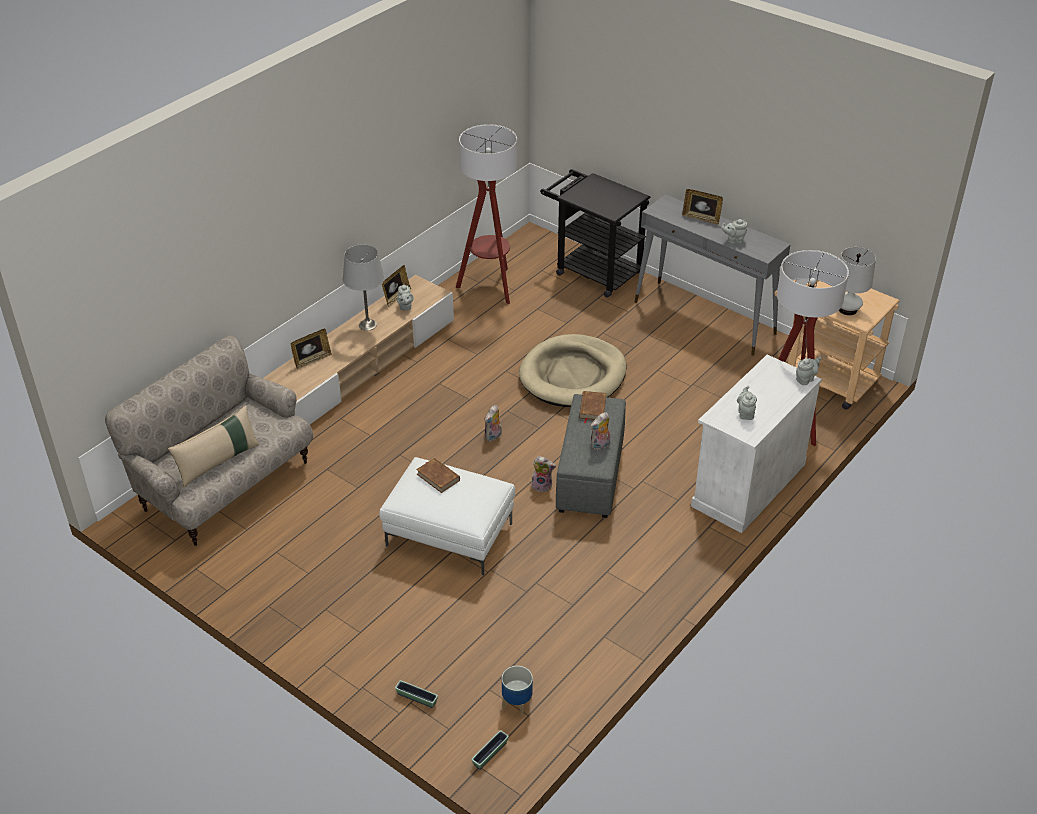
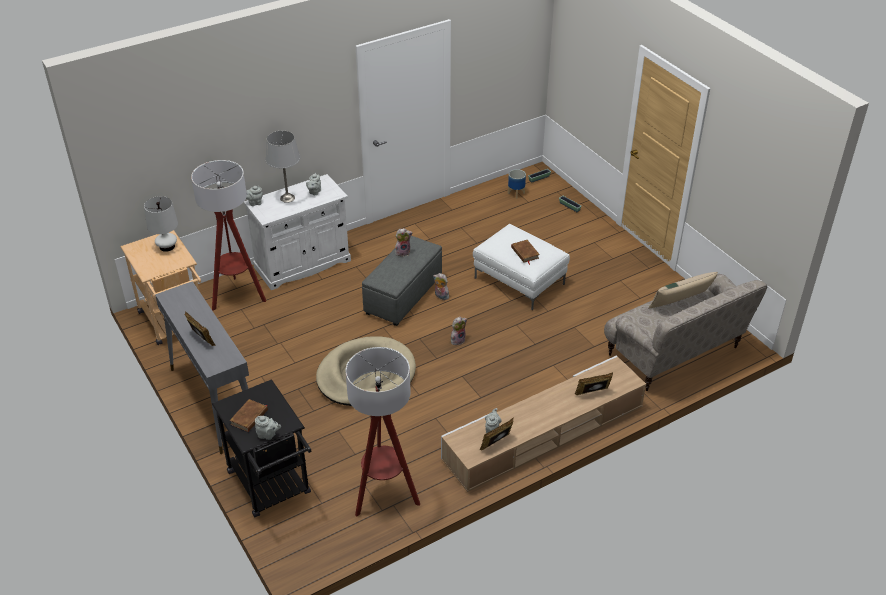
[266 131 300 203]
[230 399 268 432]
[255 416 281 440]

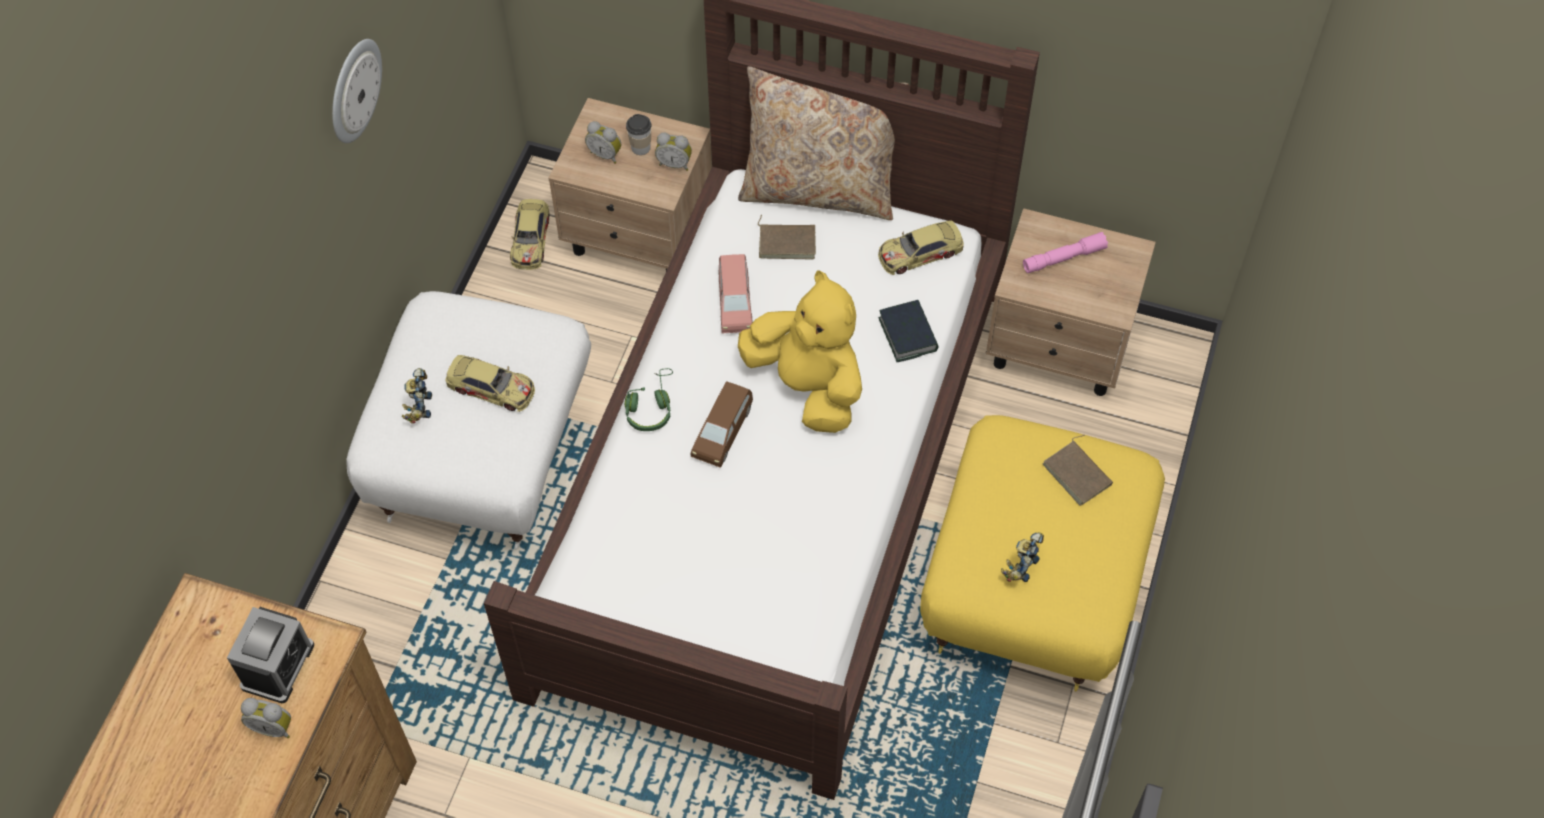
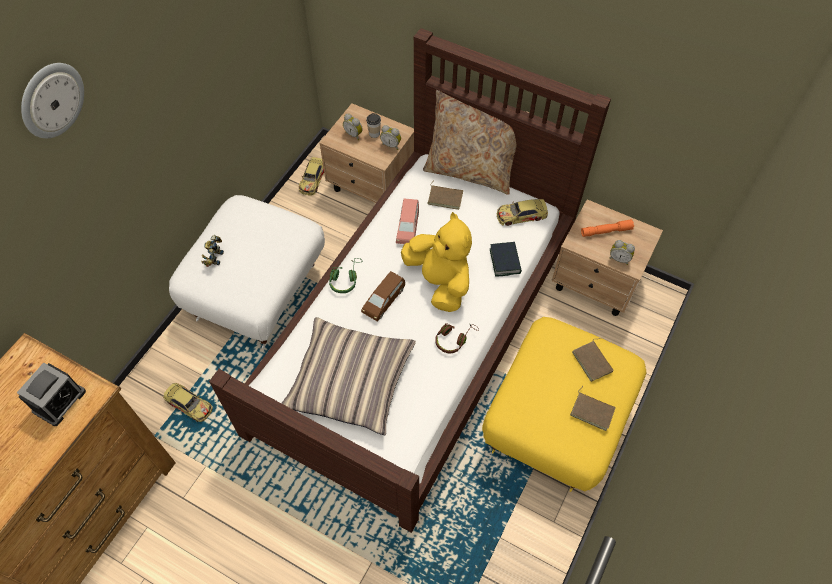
[1001 532 1044 582] (first image)
[282 317 416 435]
[435 323 479 353]
[570 386 616 431]
[610 240 635 265]
[21 63 84 138]
[163 383 213 422]
[581 219 634 237]

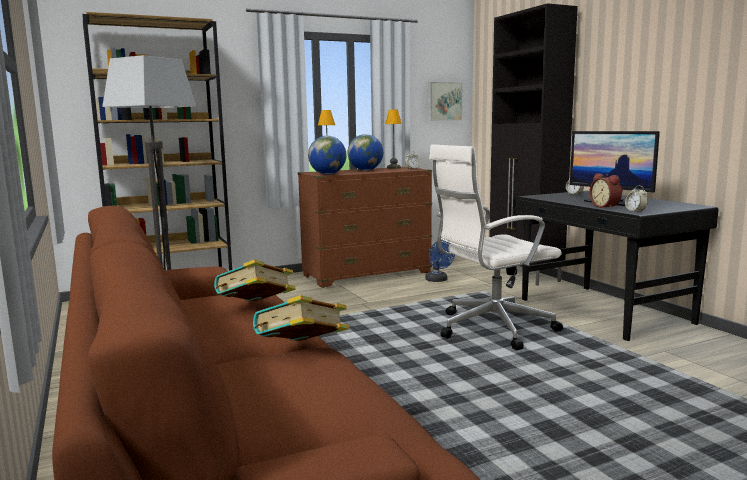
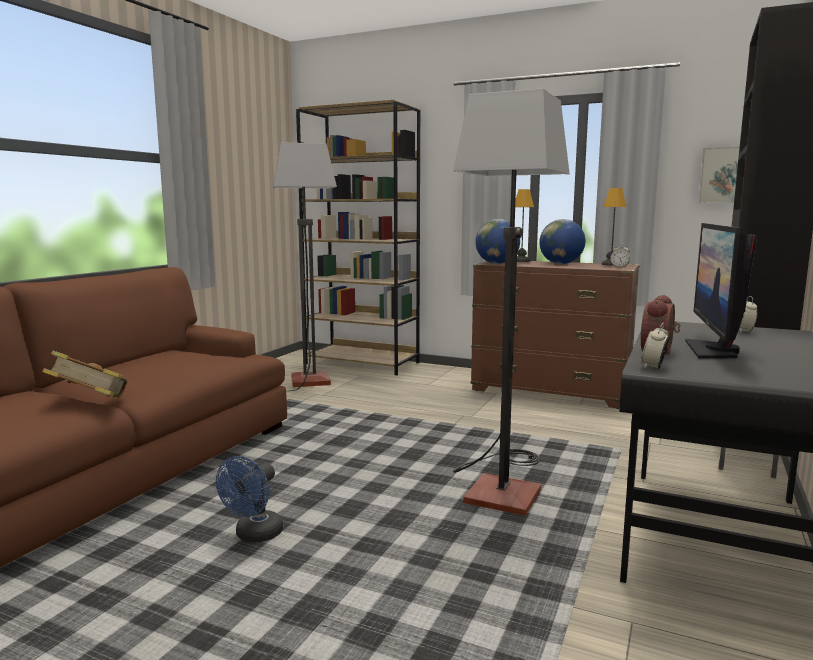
[214 259 296 302] (first image)
[216 456 283 543]
[453 88 570 516]

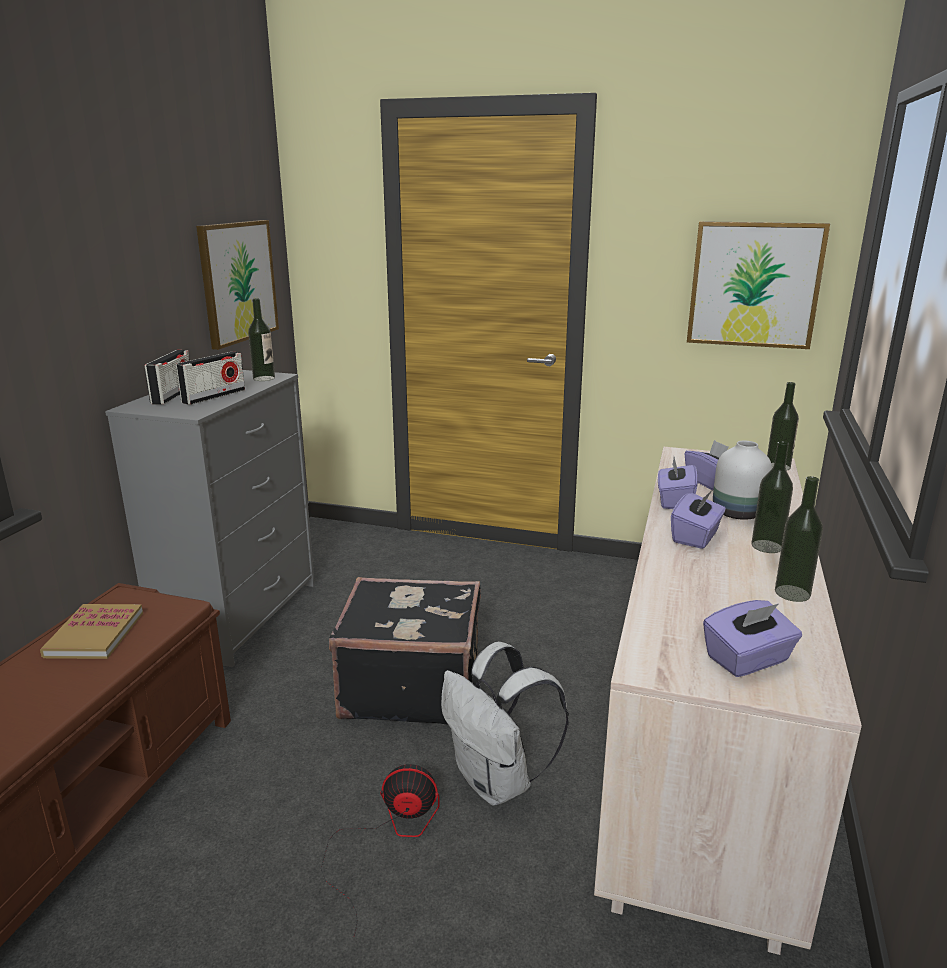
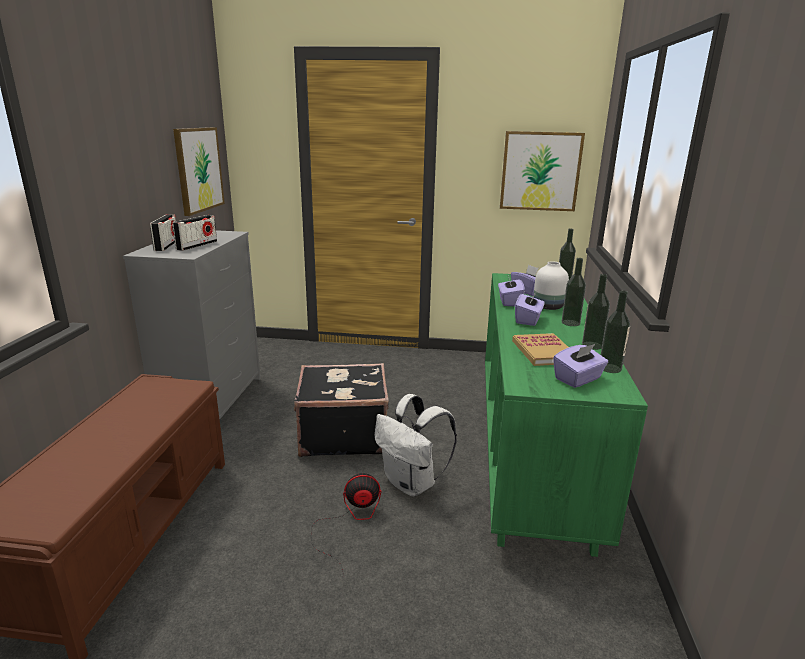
[512 333 568 366]
[601 290 630 373]
[485 273 648 557]

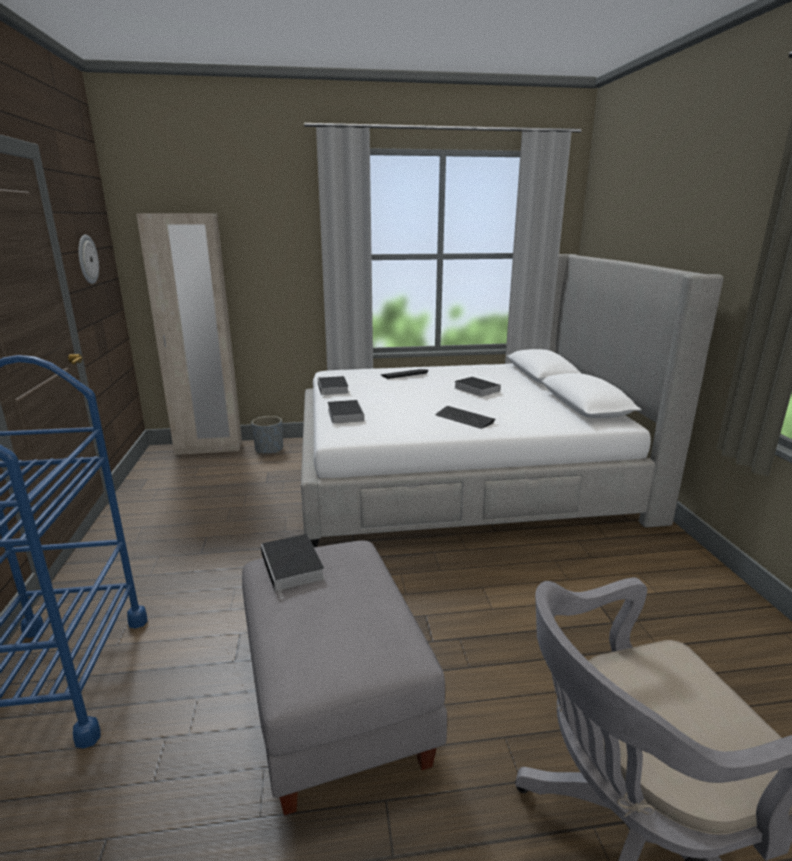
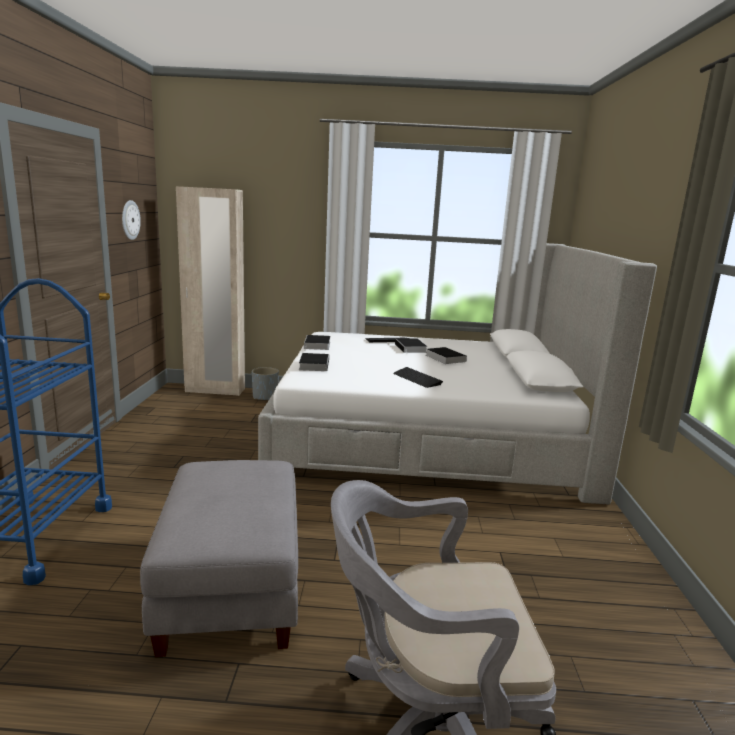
[395 339 427 354]

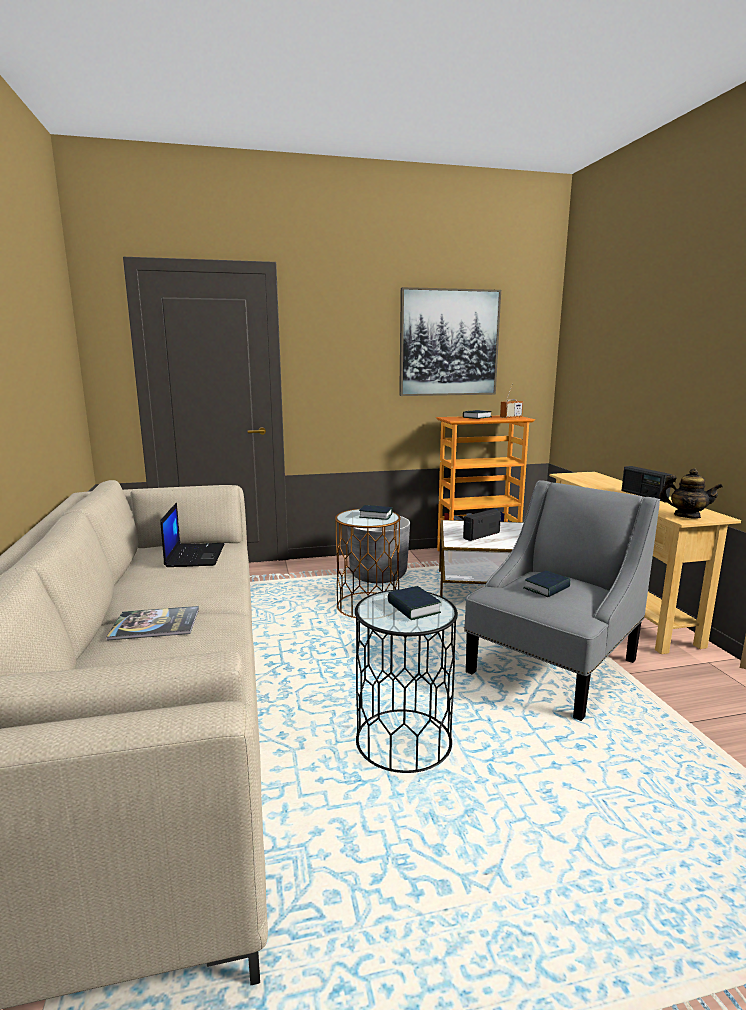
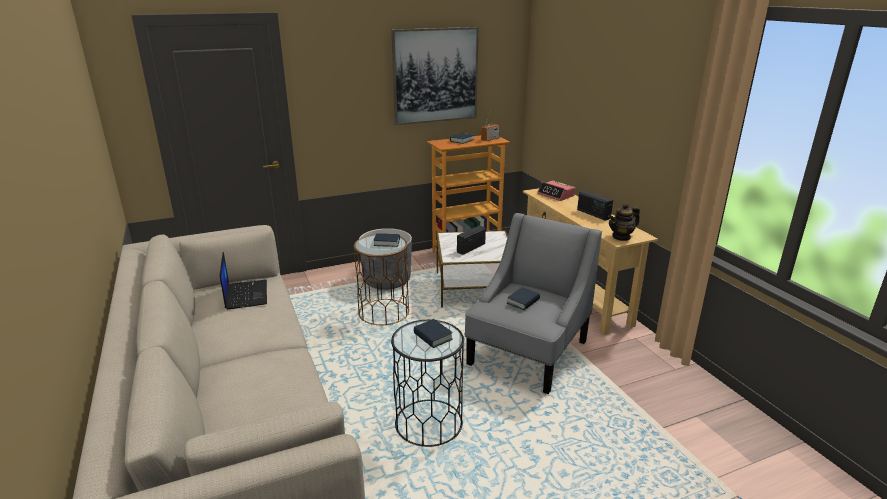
[106 606 199 641] (first image)
[537 181 575 201]
[608 203 640 241]

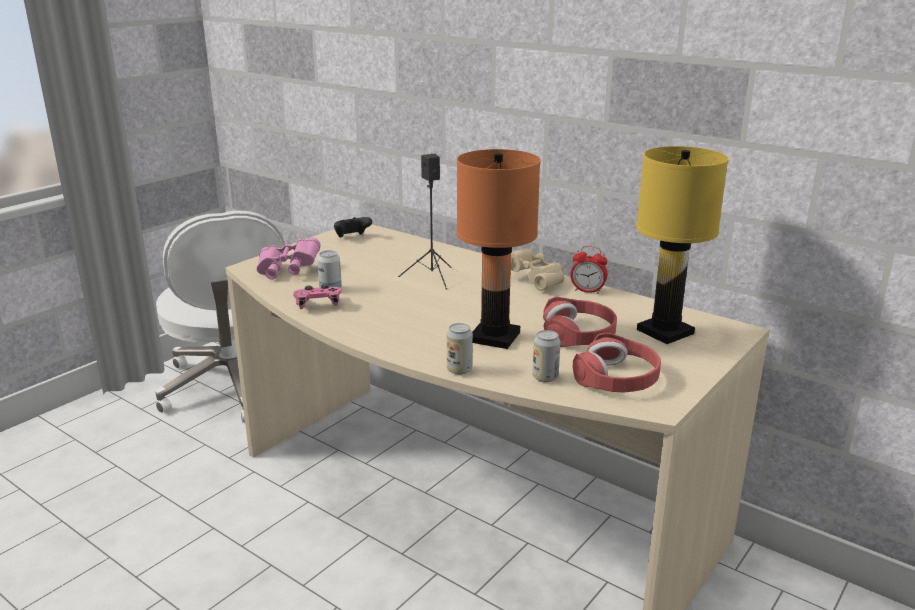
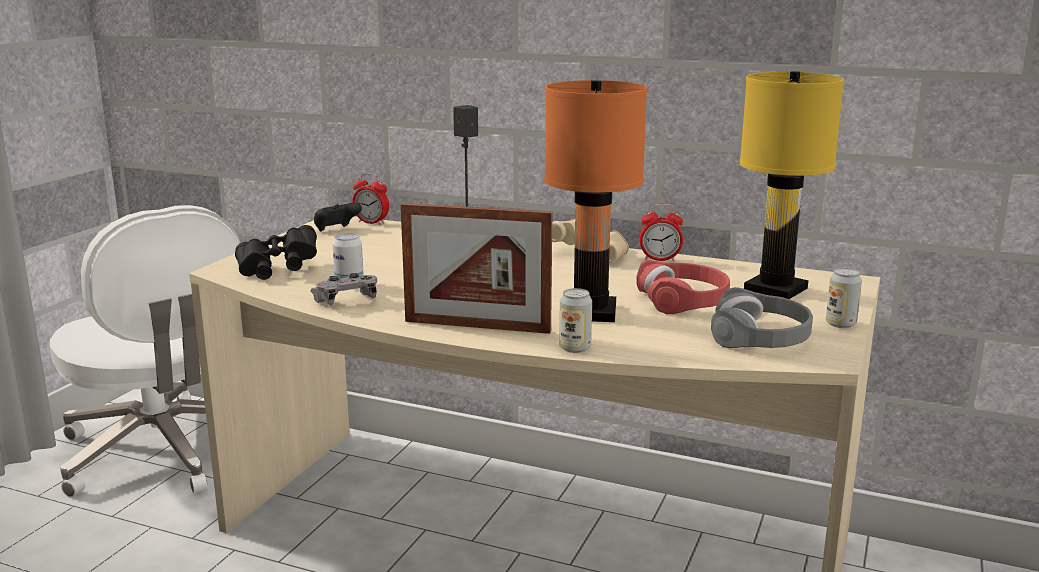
[352 173 389 225]
[401 203 552 334]
[826 268 862 328]
[235 225 317 280]
[310 273 377 305]
[711 287 813 348]

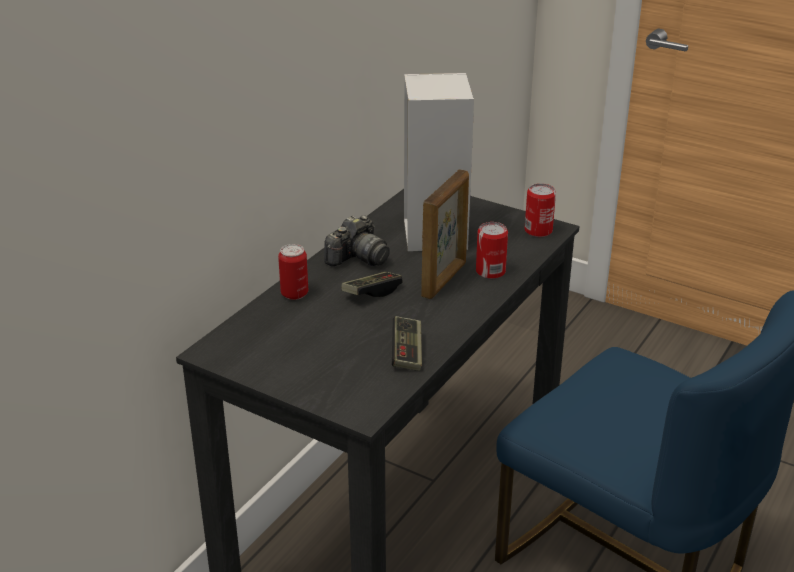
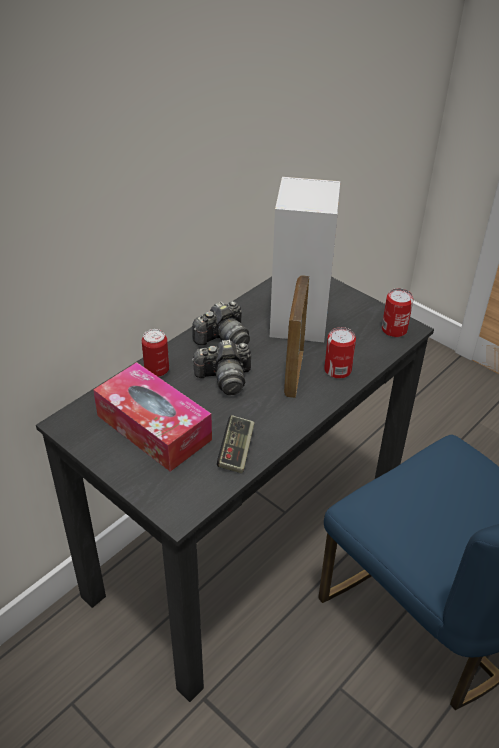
[93 362 212 472]
[192 340 251 395]
[284 275 309 398]

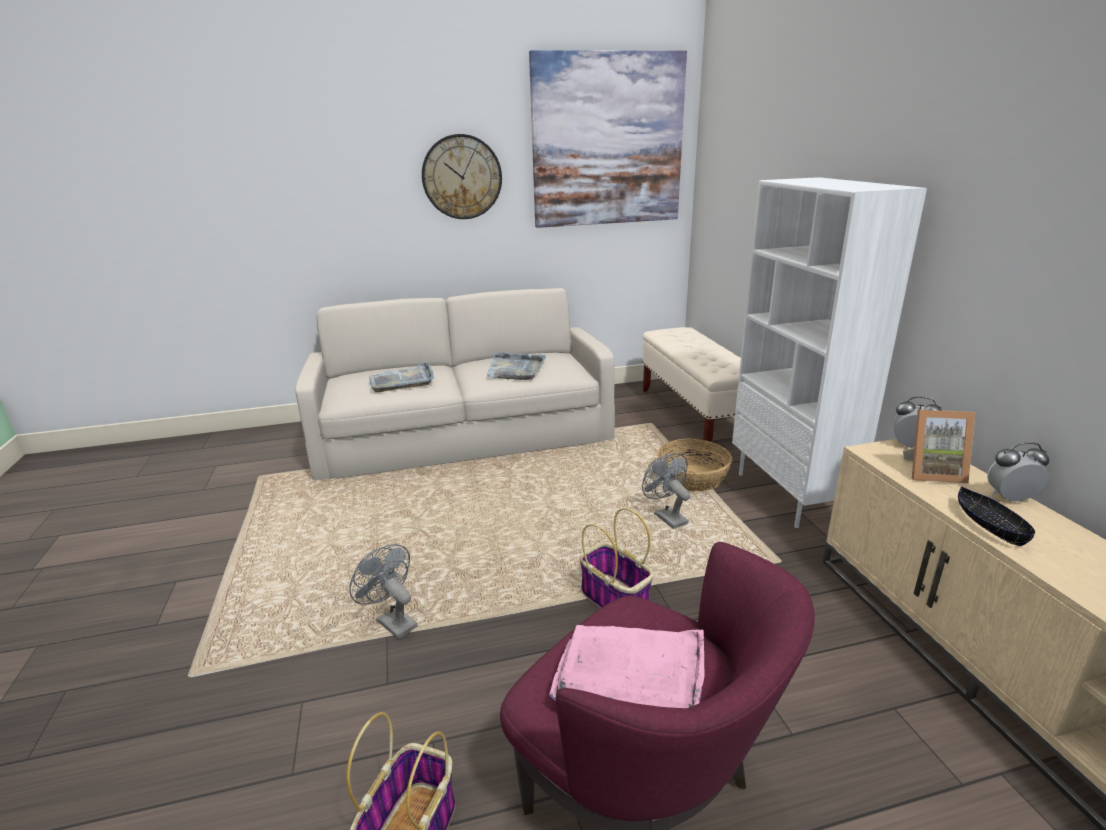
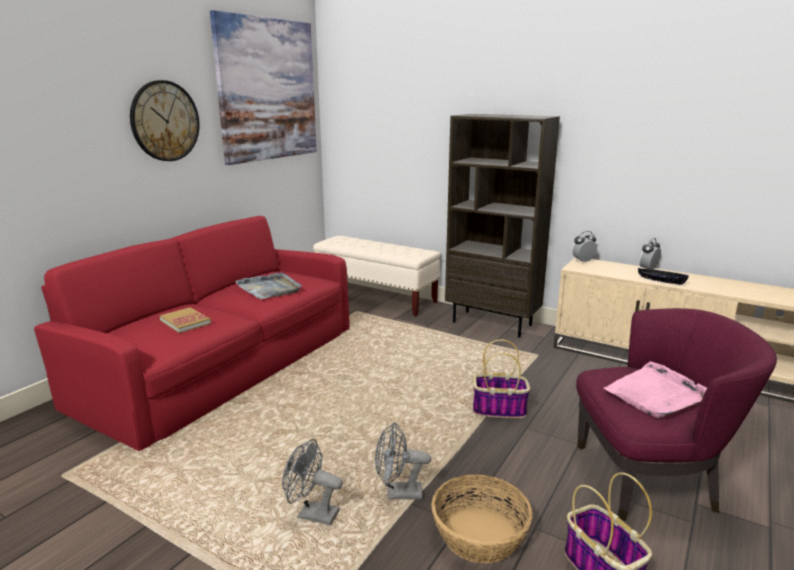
[903 409 975 483] (first image)
[282 439 343 525]
[431 474 533 563]
[160 307 211 333]
[34 216 350 451]
[445 114 560 337]

